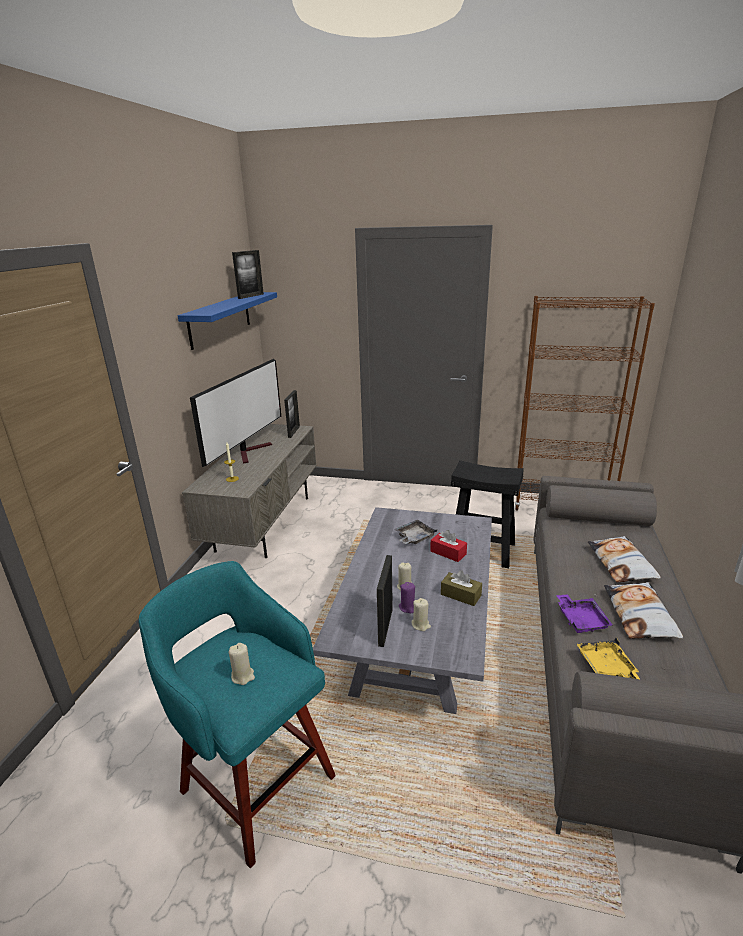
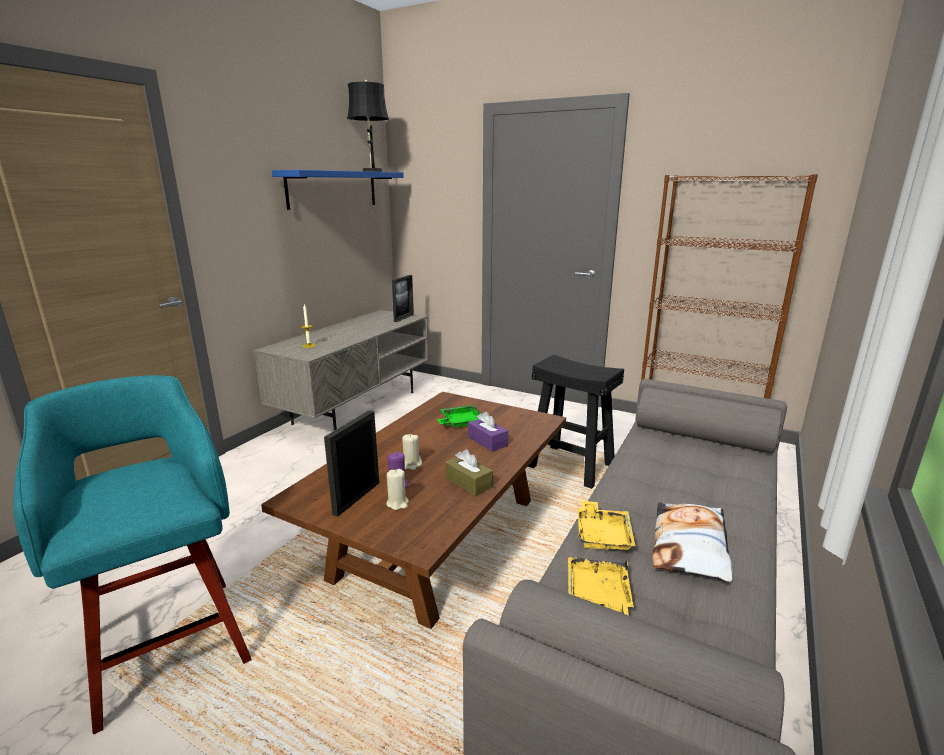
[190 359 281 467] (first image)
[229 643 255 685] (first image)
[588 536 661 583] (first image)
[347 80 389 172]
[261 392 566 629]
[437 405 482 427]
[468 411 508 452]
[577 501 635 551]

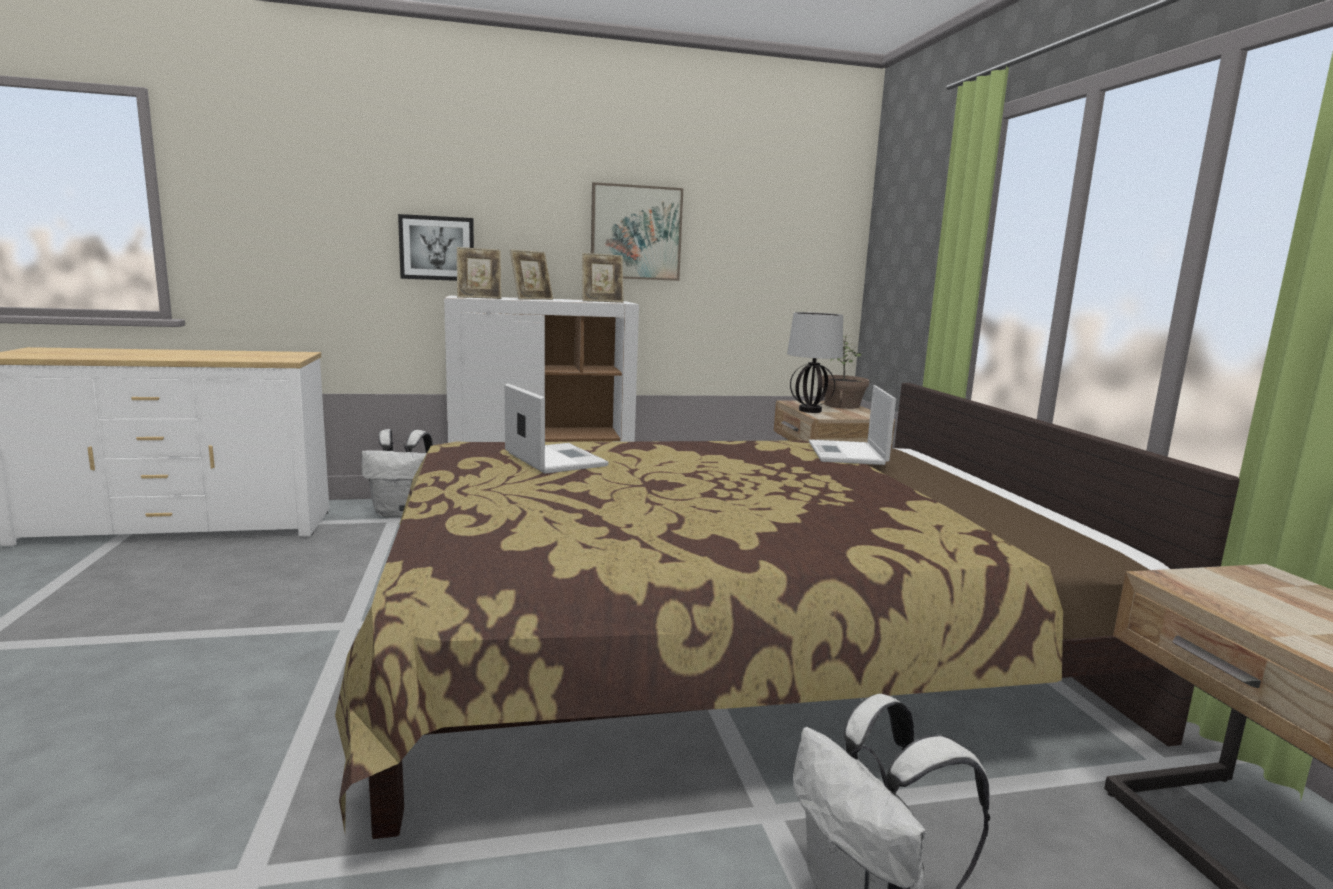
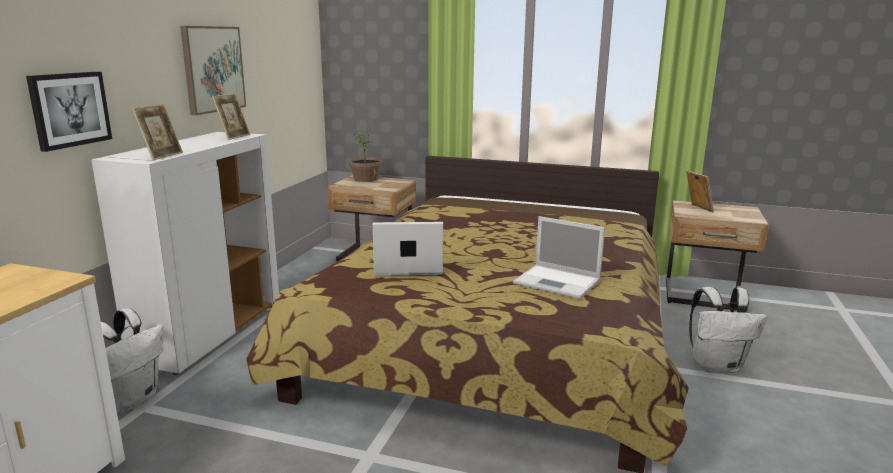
[787 312 843 413] (first image)
[686 171 714 212]
[513 216 605 299]

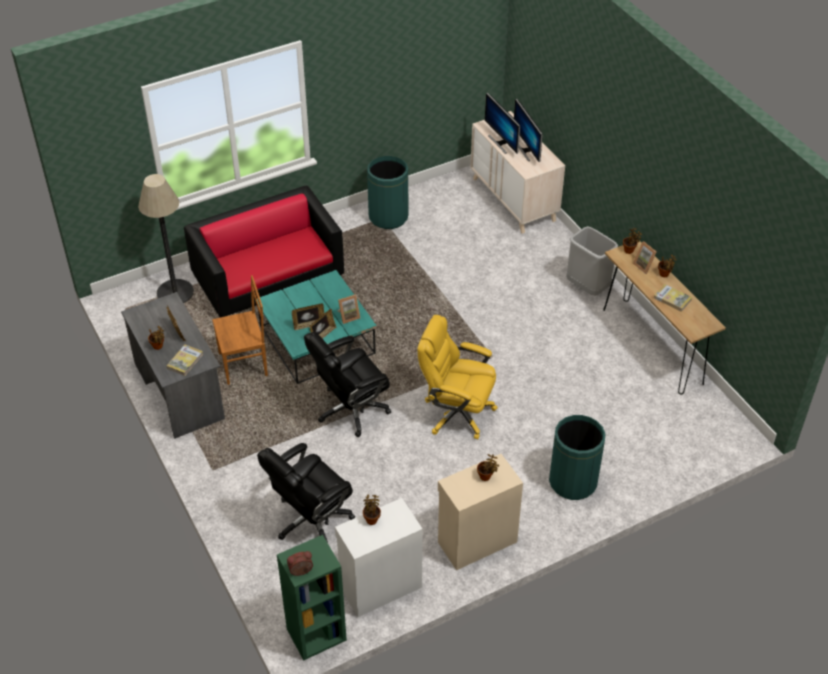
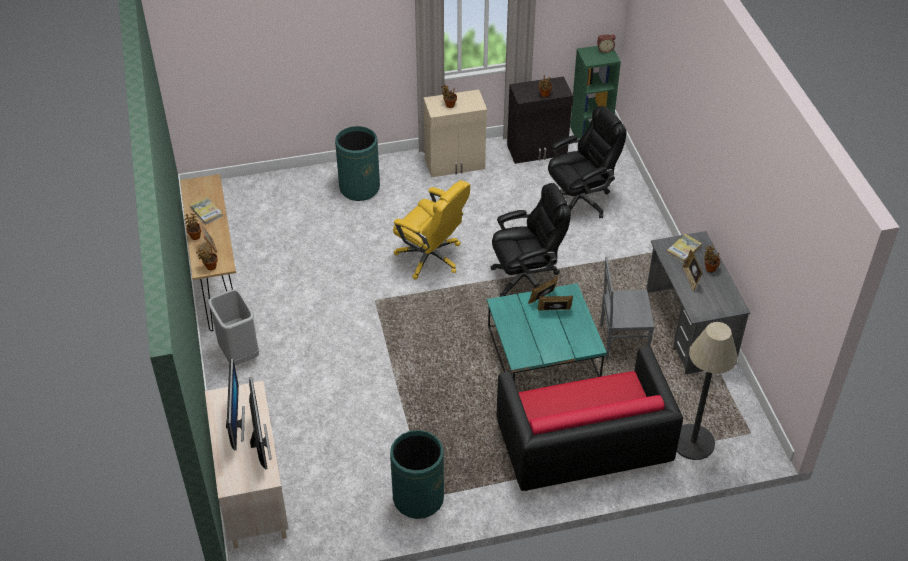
[337 294 360 324] (first image)
[600 256 655 360]
[507 76 573 164]

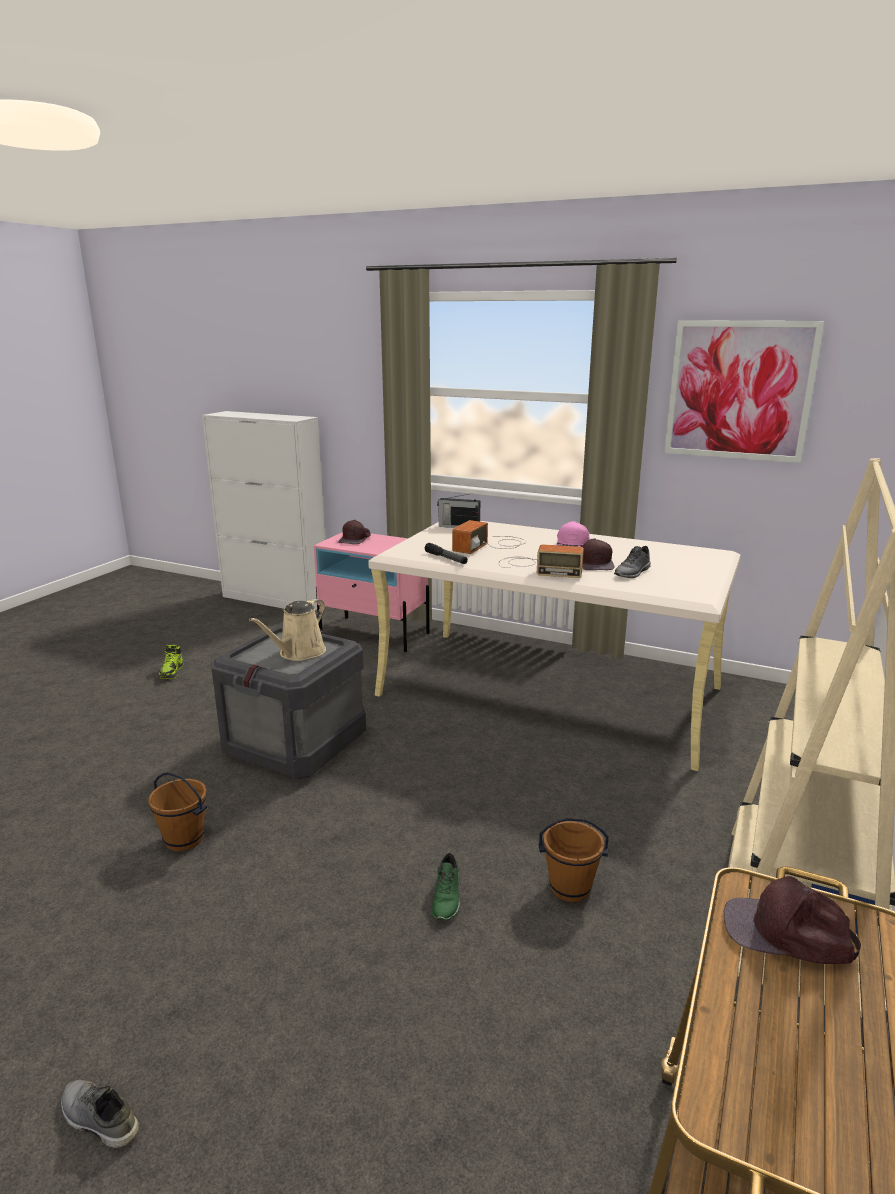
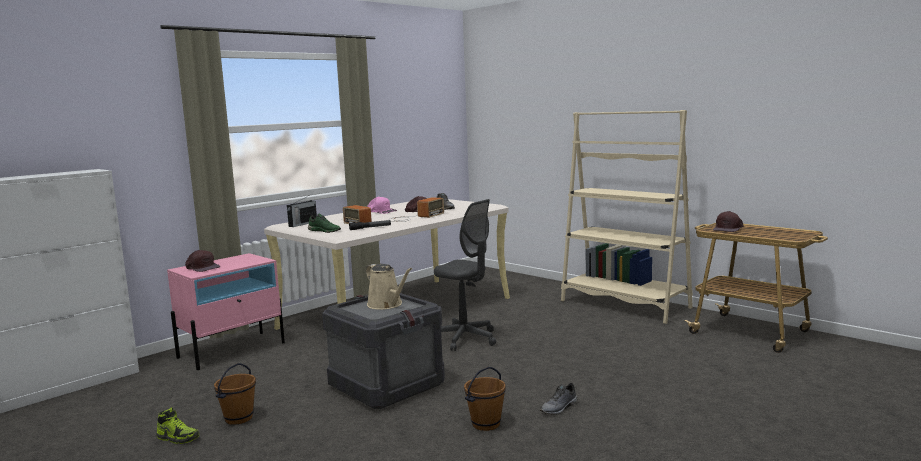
[664 320 824 463] (first image)
[434 199 496 351]
[540 383 577 415]
[308 214 341 233]
[214 363 256 425]

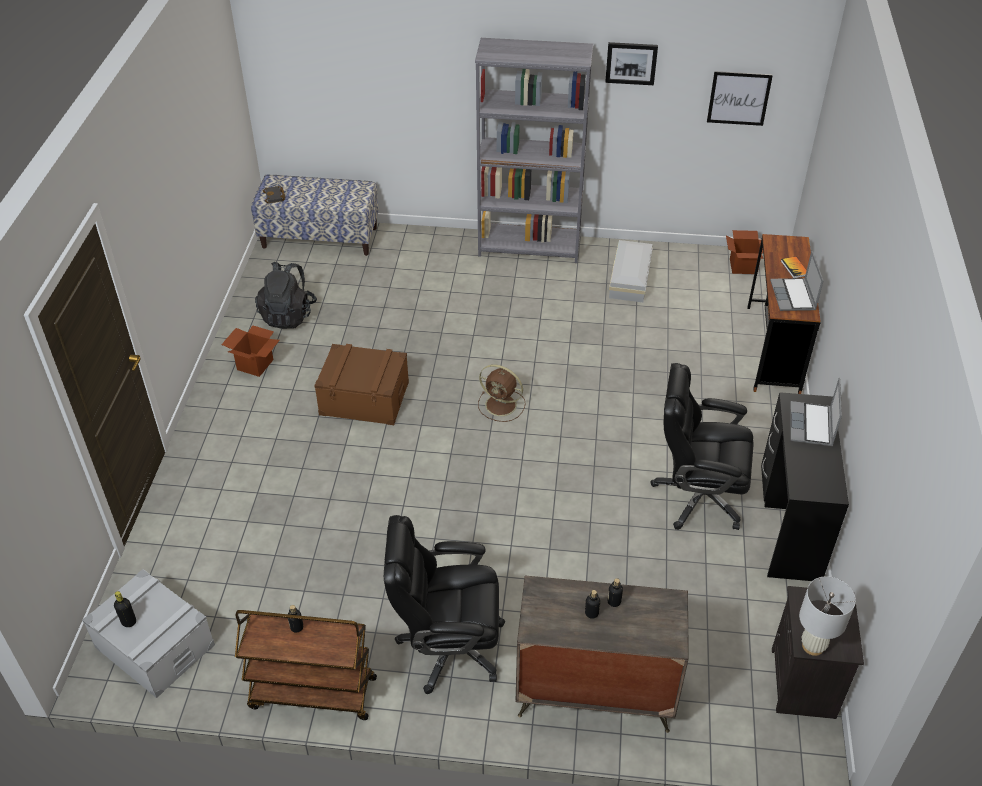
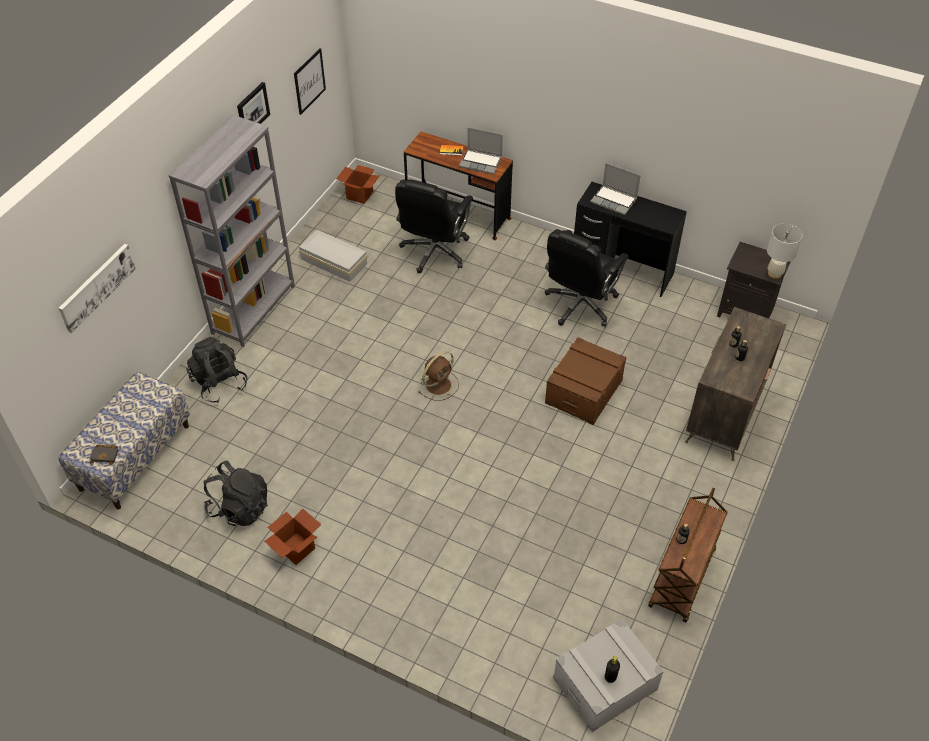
[59 244 136 333]
[186 337 248 403]
[545 337 627 425]
[395 179 473 273]

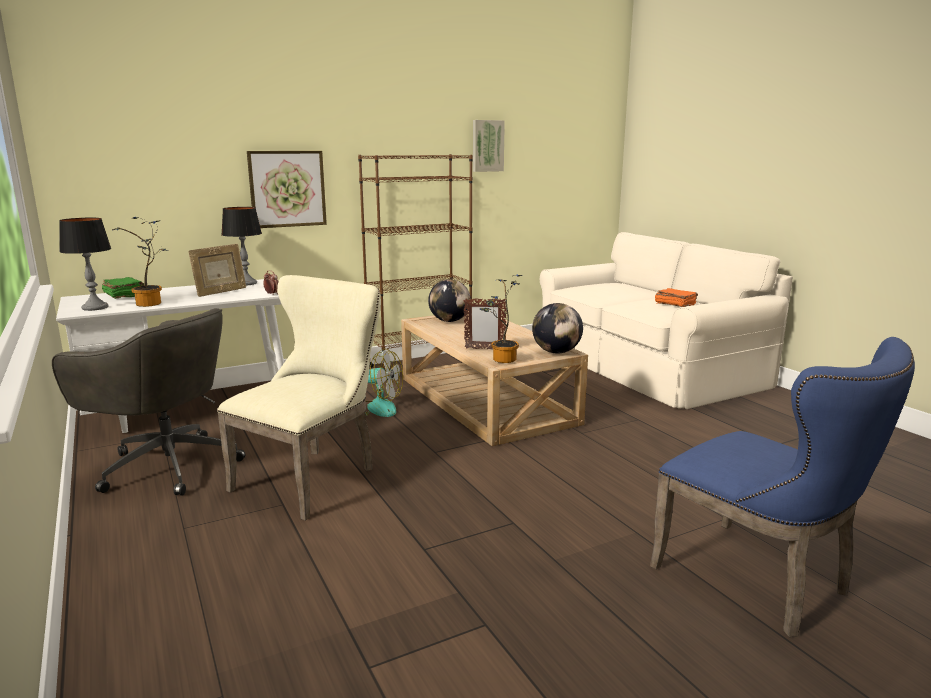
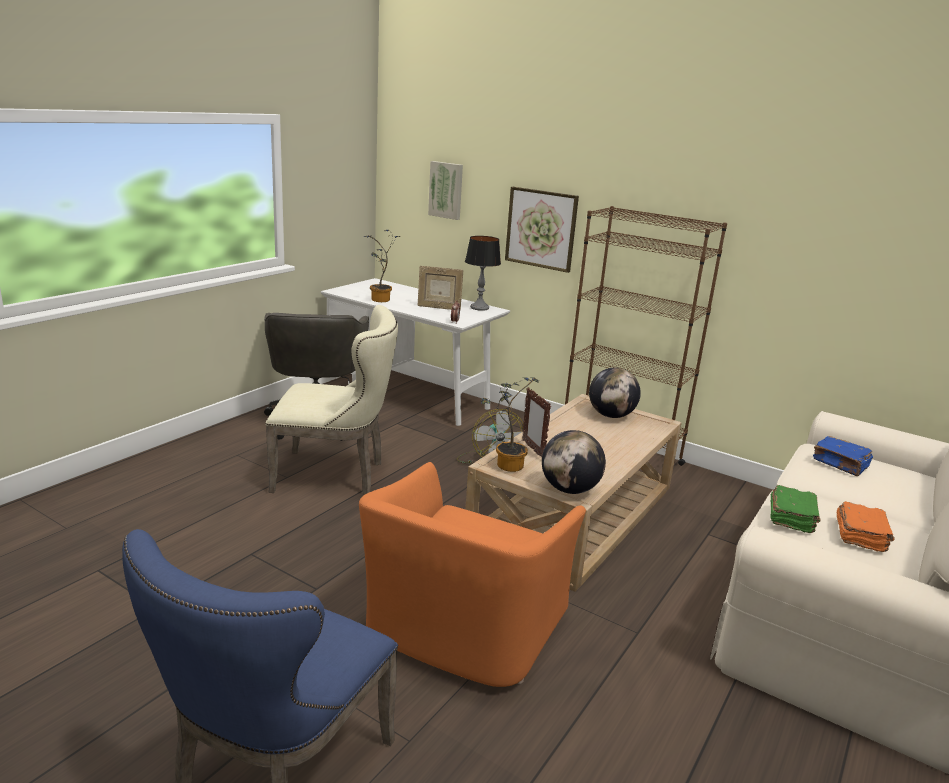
[59 218 111 311] (first image)
[359 462 586 687]
[813 436 873 476]
[771 485 821 533]
[428 161 463 220]

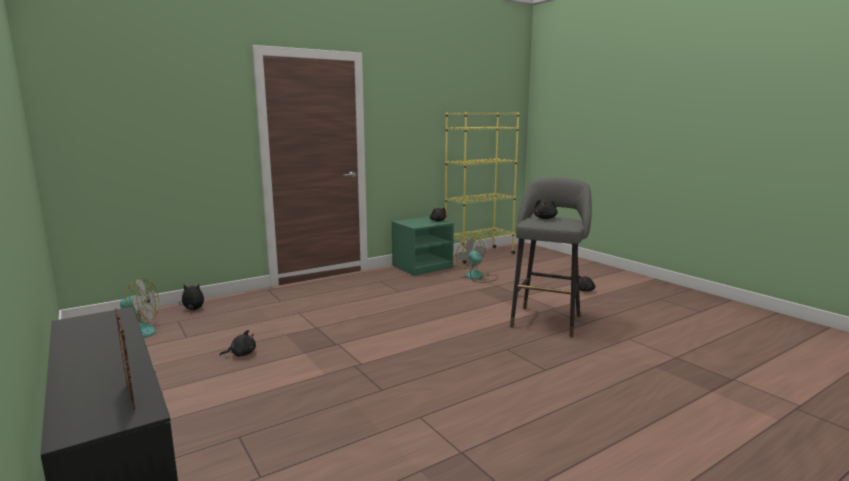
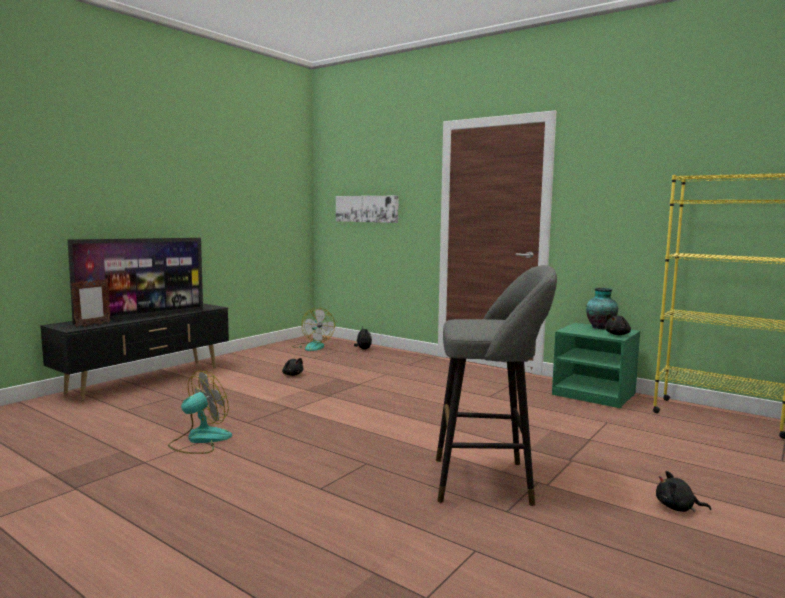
[534 200 558 219] (first image)
[68 238 203 324]
[336 196 398 223]
[586 288 618 330]
[168 371 232 454]

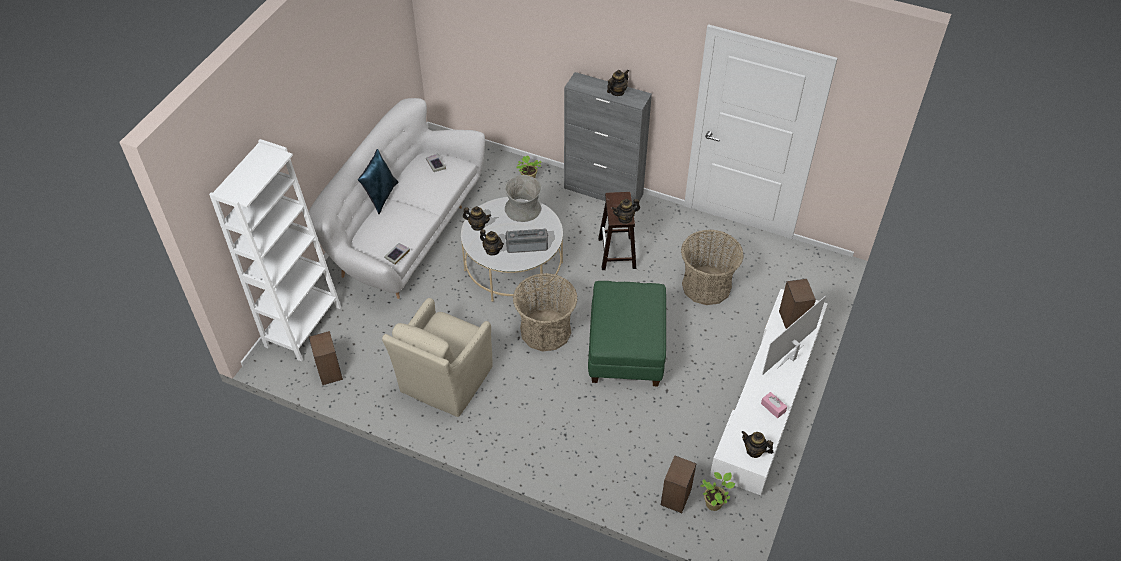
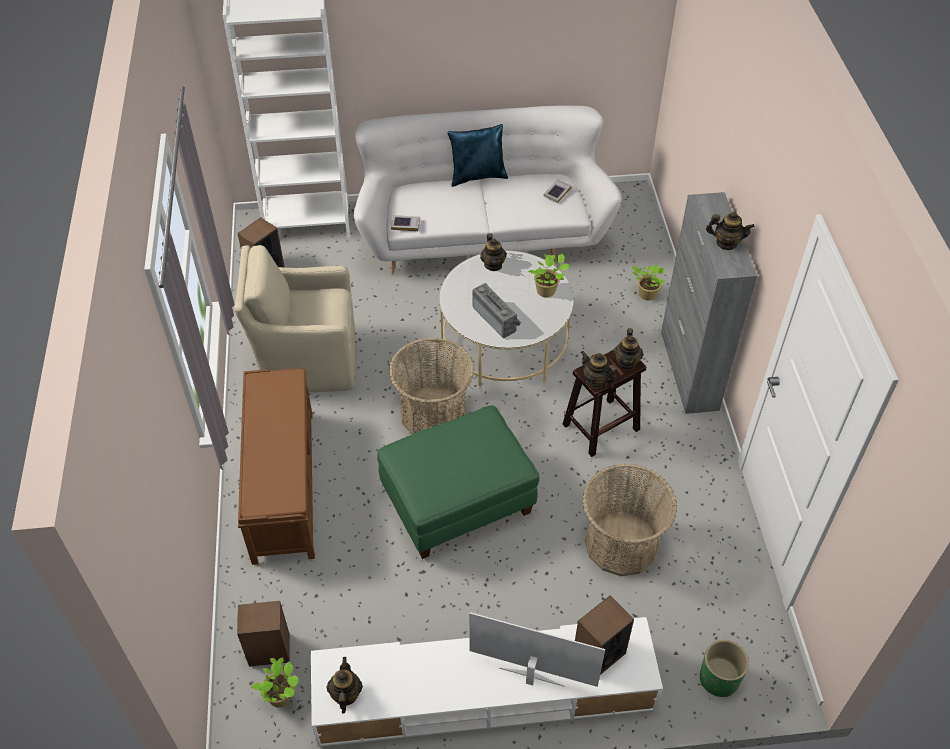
[761 392 787 418] (first image)
[238 368 315 565]
[700 640 749 697]
[613 328 643 370]
[528 253 570 297]

